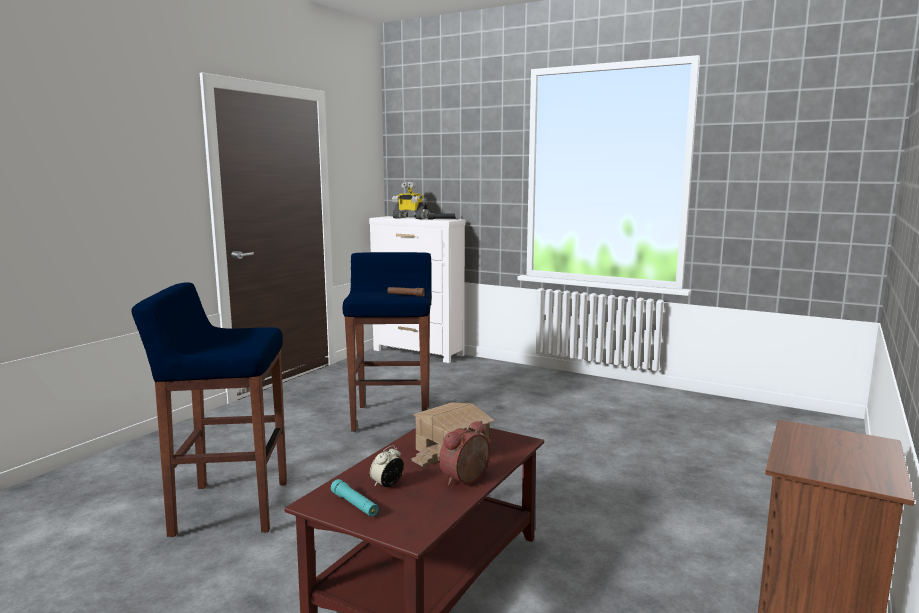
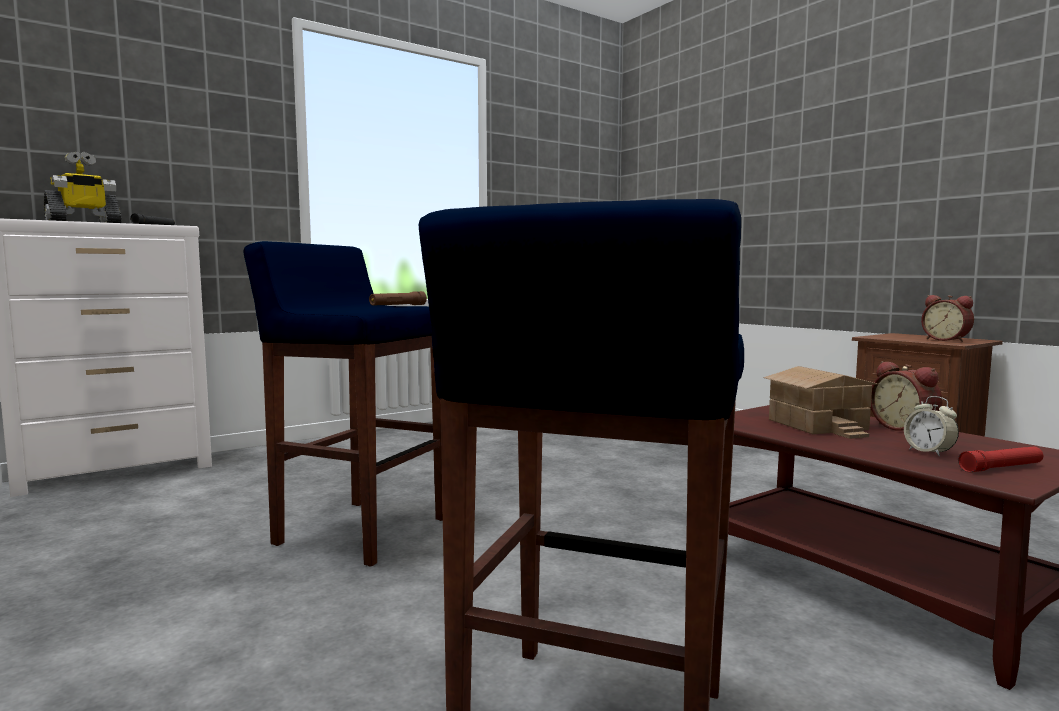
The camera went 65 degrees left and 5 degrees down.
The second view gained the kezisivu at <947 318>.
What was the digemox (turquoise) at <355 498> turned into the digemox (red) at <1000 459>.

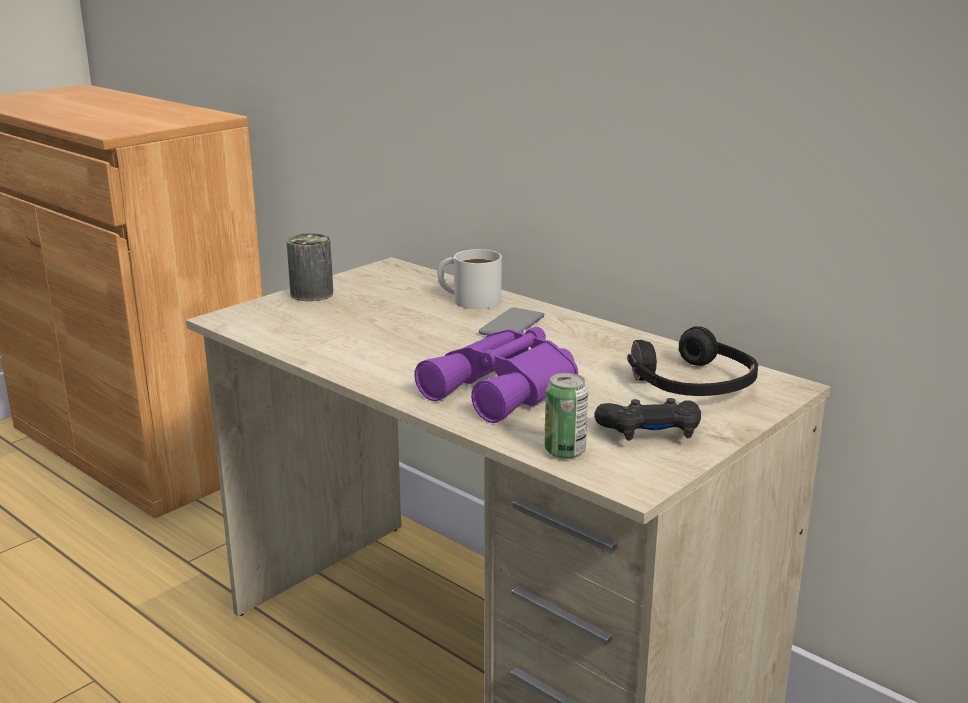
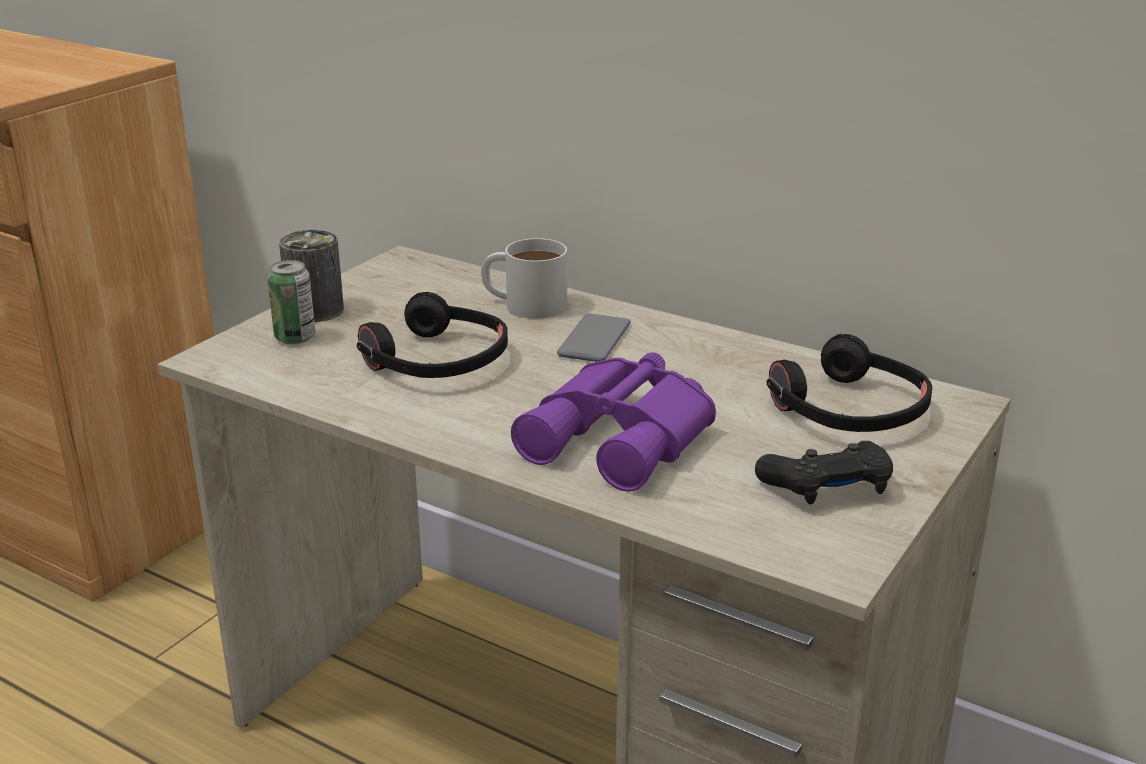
The camera went 10 degrees left and 5 degrees up.
The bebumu ended up elsewhere, having gone from <566 416> to <291 302>.
The second view gained the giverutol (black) at <432 335>.

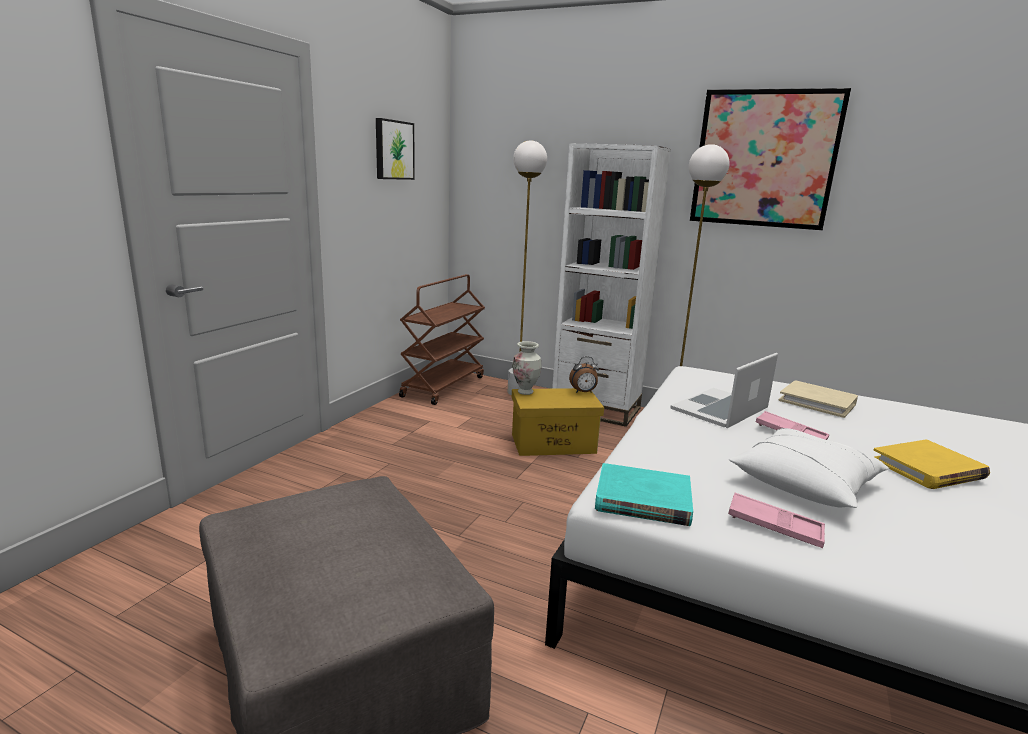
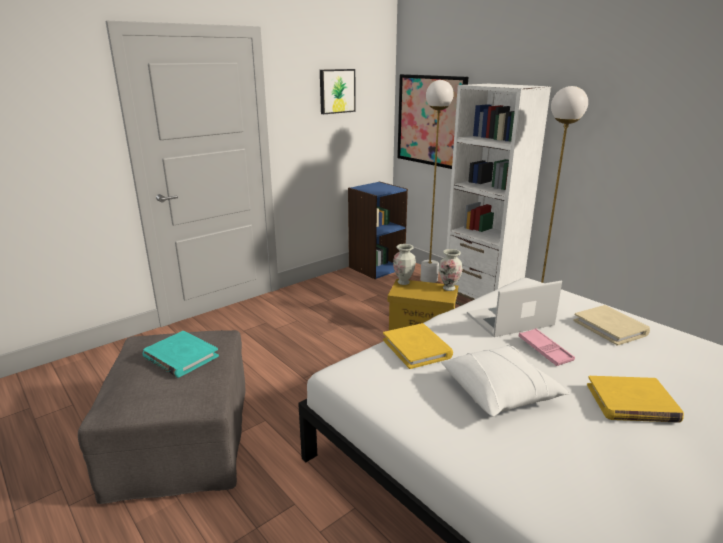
The camera went 25 degrees right and 5 degrees up.
The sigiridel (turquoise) ended up elsewhere, having gone from <644 494> to <181 354>.
Where the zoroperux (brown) stood at <442 339>, the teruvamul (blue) came to stand at <378 230>.
The second view gained the sigiridel (yellow) at <418 346>.
The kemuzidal ended up elsewhere, having gone from <770 159> to <432 121>.
Where the kezisivu stood at <584 374>, the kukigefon came to stand at <451 270>.
The second view lost the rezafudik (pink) at <776 520>.

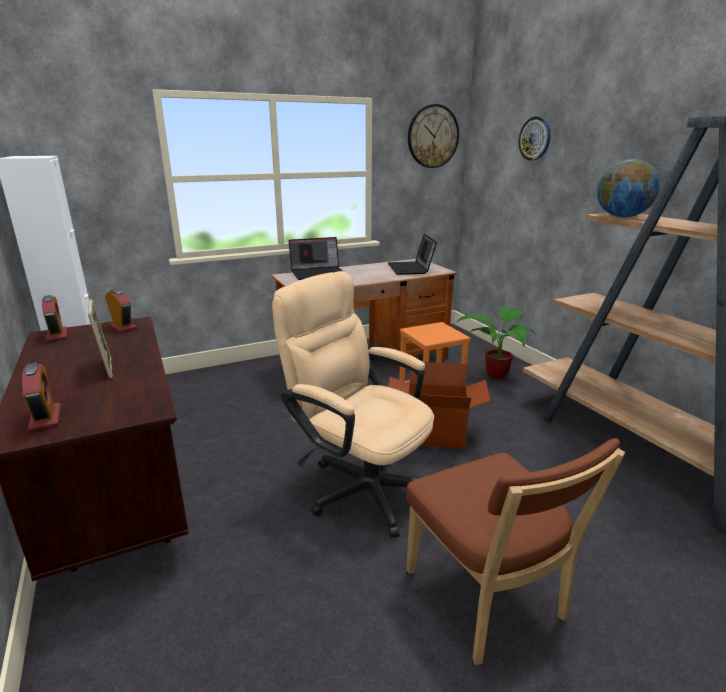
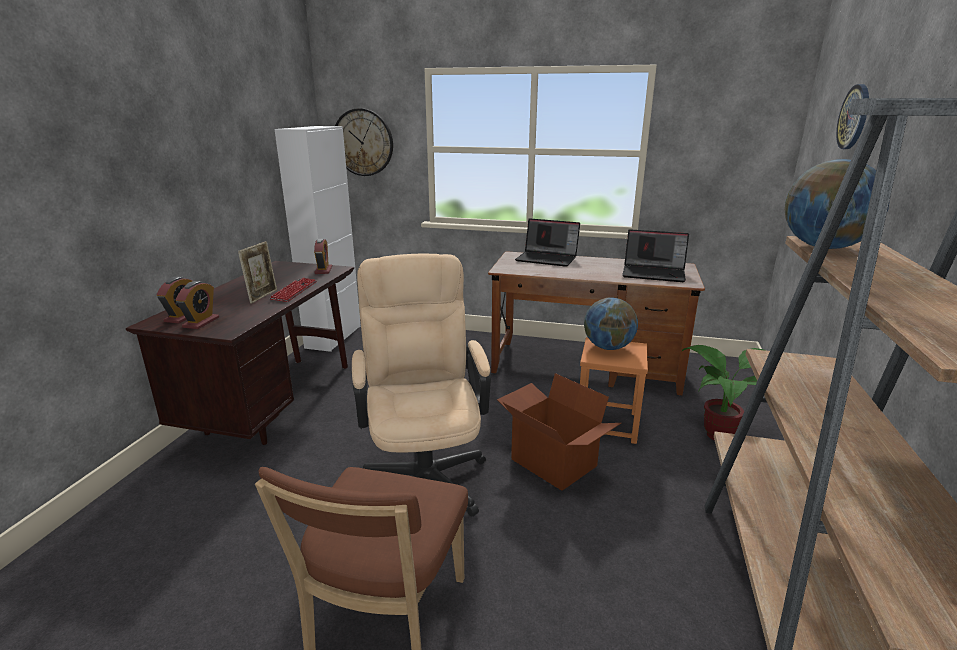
The camera went 40 degrees right and 0 degrees up.
The kezisivu ended up elsewhere, having gone from <55 318> to <197 305>.
The second view gained the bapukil at <293 290>.
The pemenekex ended up elsewhere, having gone from <433 136> to <364 142>.
The second view gained the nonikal at <611 323>.
The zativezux at <412 254> ended up facing another way, 105 degrees counterclockwise from before.

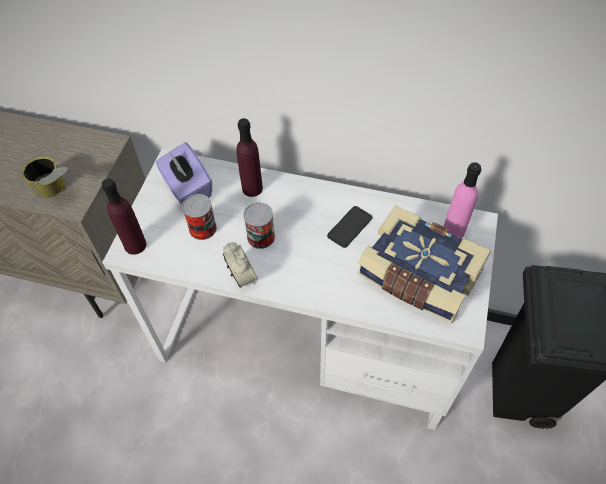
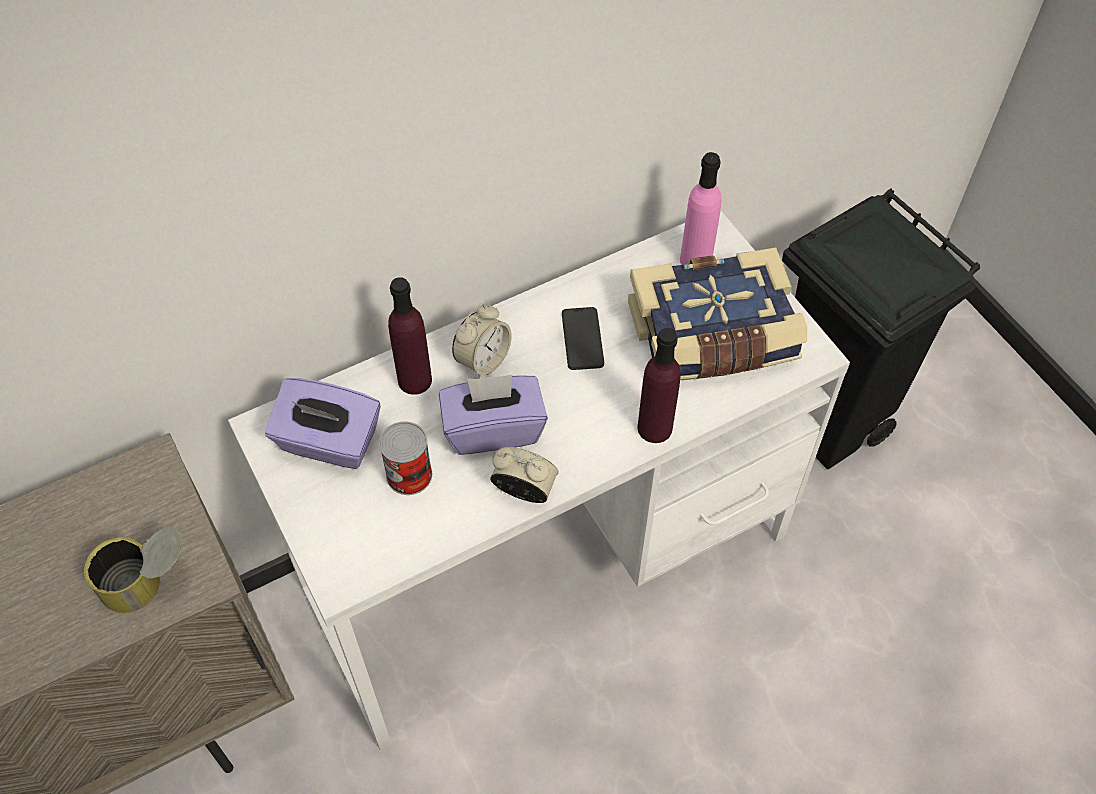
The camera went 45 degrees left and 0 degrees up.
Where the bebumu stood at <259 225>, the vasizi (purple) came to stand at <493 415>.
The second view gained the kezisivu at <482 341>.
The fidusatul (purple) ended up elsewhere, having gone from <124 216> to <659 385>.

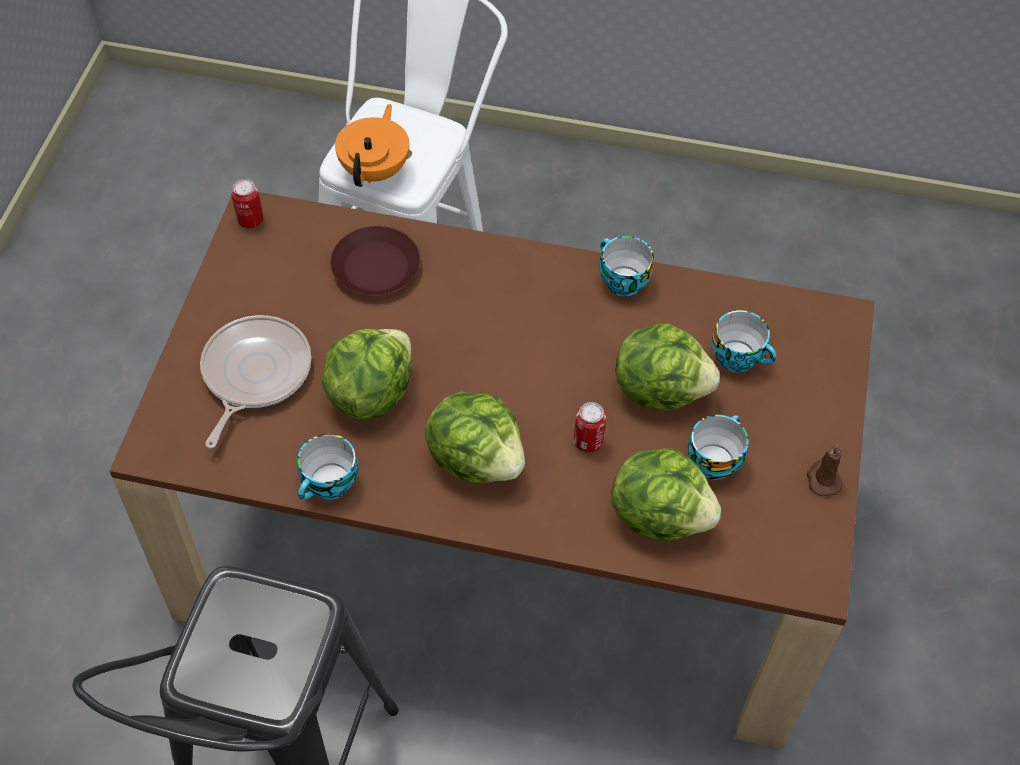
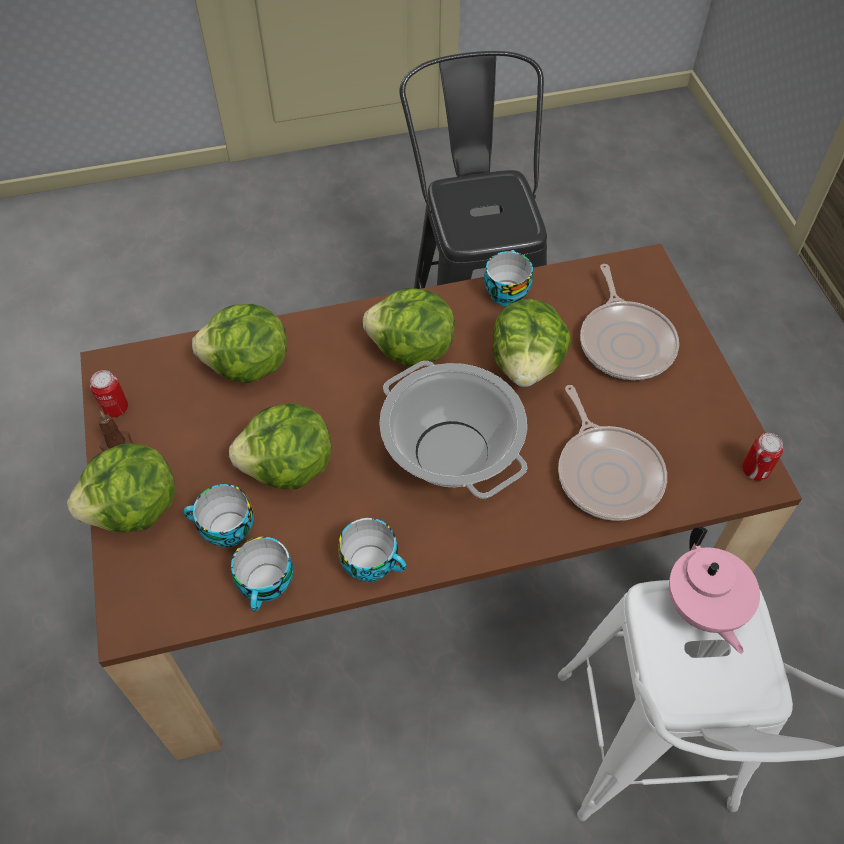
The camera went 155 degrees right and 0 degrees up.
The second view gained the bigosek at <121 488>.
The bebumu ended up elsewhere, having gone from <590 427> to <109 394>.
The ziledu ended up elsewhere, having gone from <718 447> to <262 574>.
The second view gained the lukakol at <453 430>.
Where the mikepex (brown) stood at <375 261>, the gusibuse came to stand at <612 453>.
What was the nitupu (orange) at <372 145> turned into the nitupu (pink) at <714 590>.

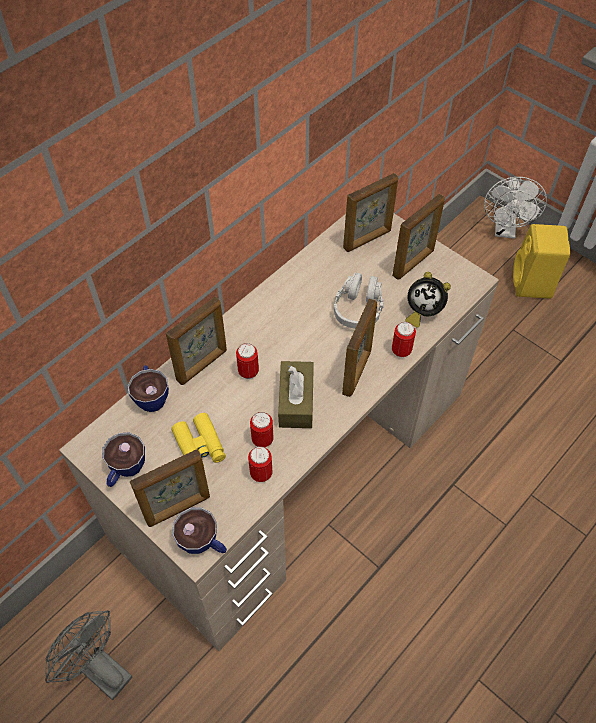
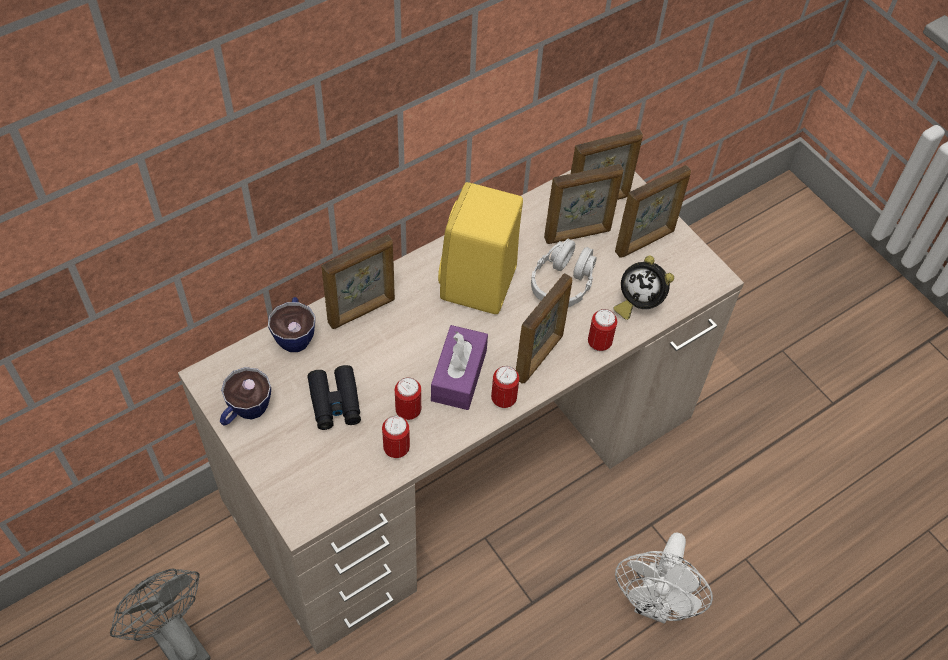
The camera went 10 degrees right and 0 degrees up.
What was the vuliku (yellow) at <198 439> turned into the vuliku (black) at <334 397>.
What was the vasizi (brown) at <296 394> turned into the vasizi (purple) at <459 367>.
The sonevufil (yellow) ended up elsewhere, having gone from <542 261> to <480 248>.
The bebumu ended up elsewhere, having gone from <247 361> to <505 387>.
The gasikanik ended up elsewhere, having gone from <170 488> to <583 204>.
The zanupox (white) ended up elsewhere, having gone from <515 208> to <664 578>.
The second view lost the ziledu at <199 530>.

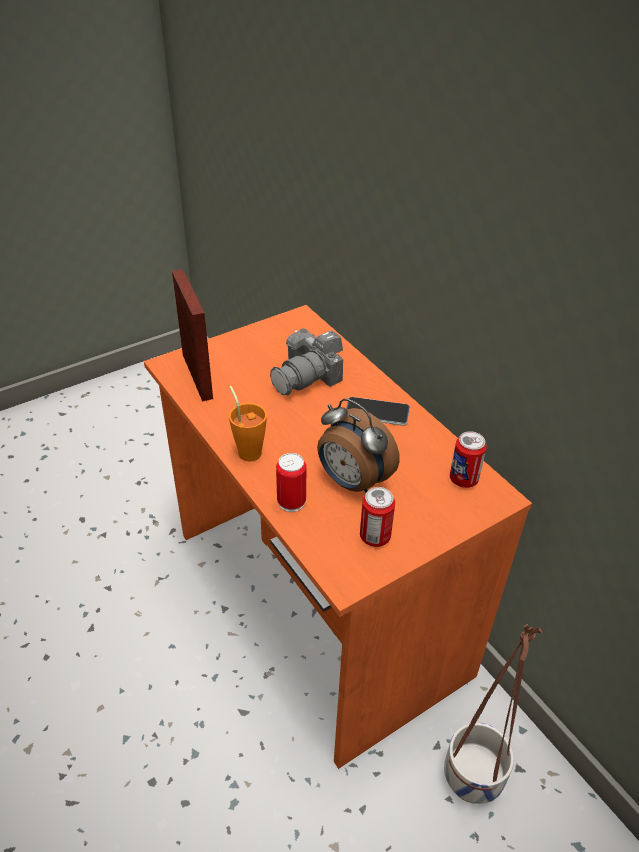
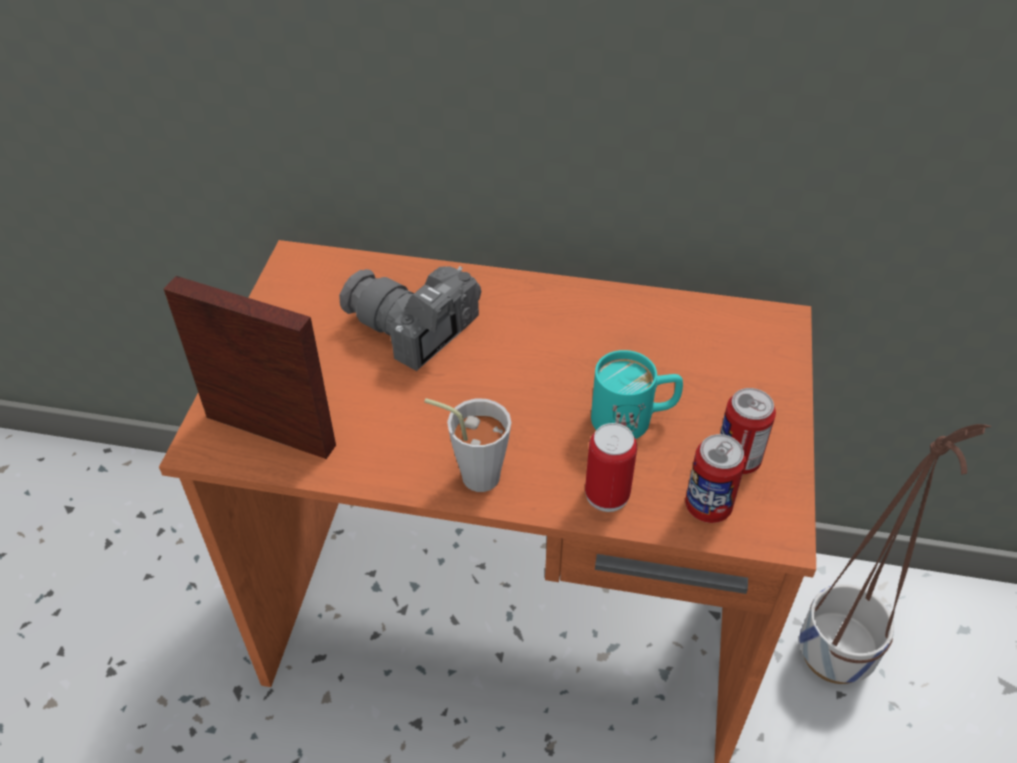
The camera went 45 degrees left and 5 degrees up.
The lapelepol at <306 362> ended up facing another way, 120 degrees clockwise from before.
What was the ziledu (orange) at <248 424> turned into the ziledu (grey) at <467 445>.
Where the kezisivu stood at <358 446>, the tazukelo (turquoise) came to stand at <637 394>.
The bebumu ended up elsewhere, having gone from <468 459> to <715 478>.
The second view lost the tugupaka at <378 411>.

